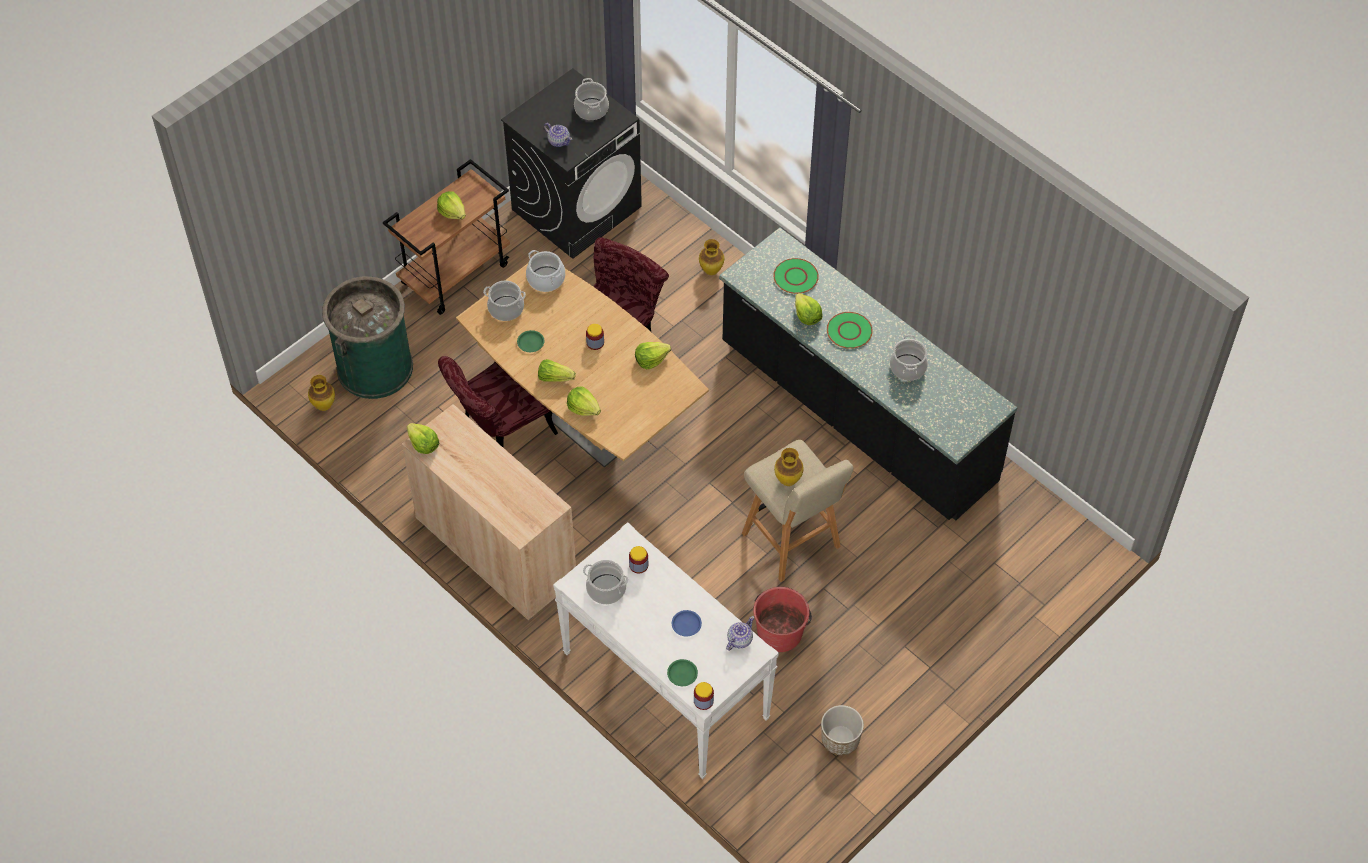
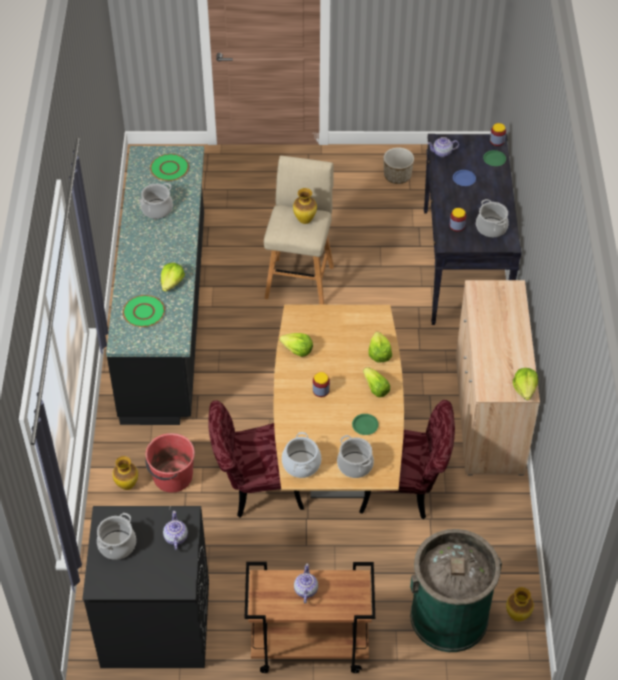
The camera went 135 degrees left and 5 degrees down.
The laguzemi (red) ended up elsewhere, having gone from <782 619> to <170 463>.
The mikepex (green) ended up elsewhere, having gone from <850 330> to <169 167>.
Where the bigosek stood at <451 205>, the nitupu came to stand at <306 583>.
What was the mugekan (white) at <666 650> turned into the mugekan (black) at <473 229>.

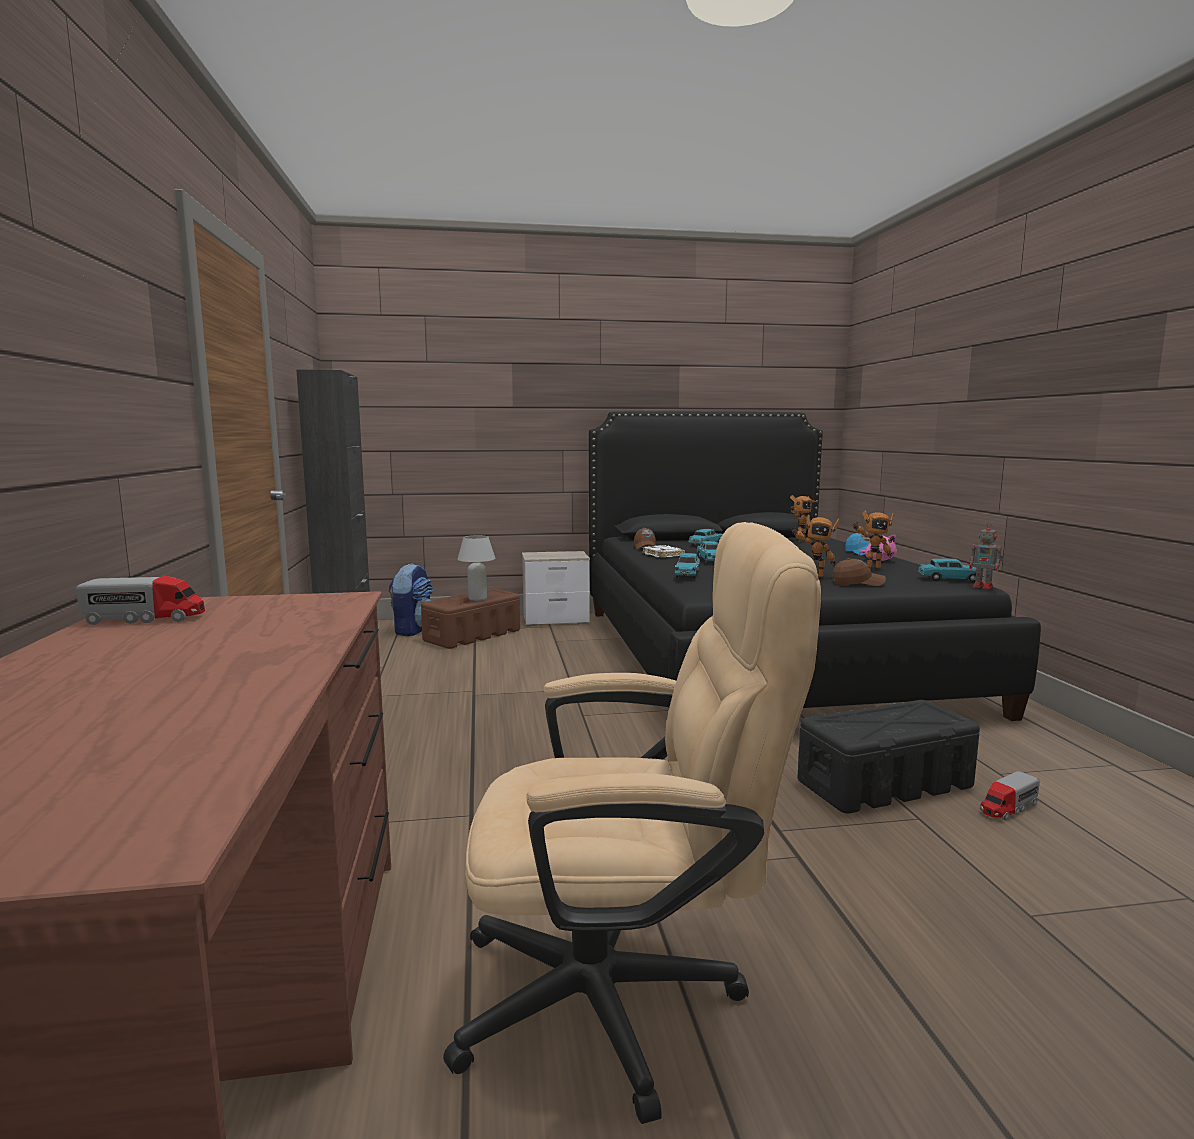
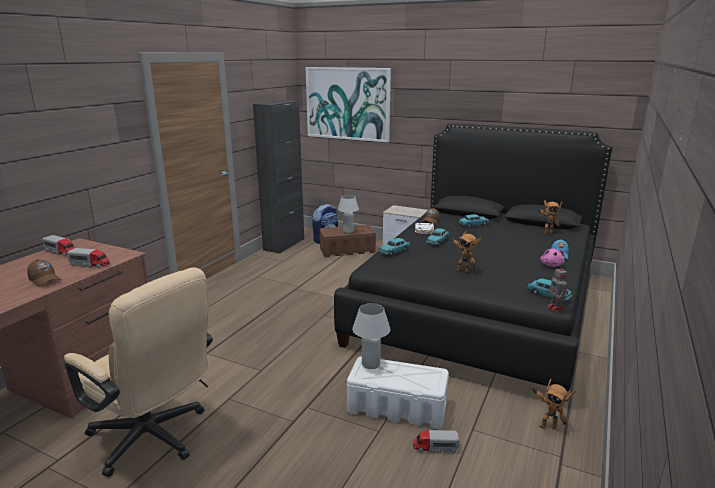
The camera went 35 degrees right and 10 degrees up.
The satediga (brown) ended up elsewhere, having gone from <859 572> to <44 273>.
The second view gained the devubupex at <88 258>.
The second view gained the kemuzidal at <348 104>.
What was the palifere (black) at <888 757> turned into the palifere (white) at <398 392>.
The second view gained the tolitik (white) at <371 336>.
The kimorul ended up elsewhere, having gone from <873 540> to <554 404>.

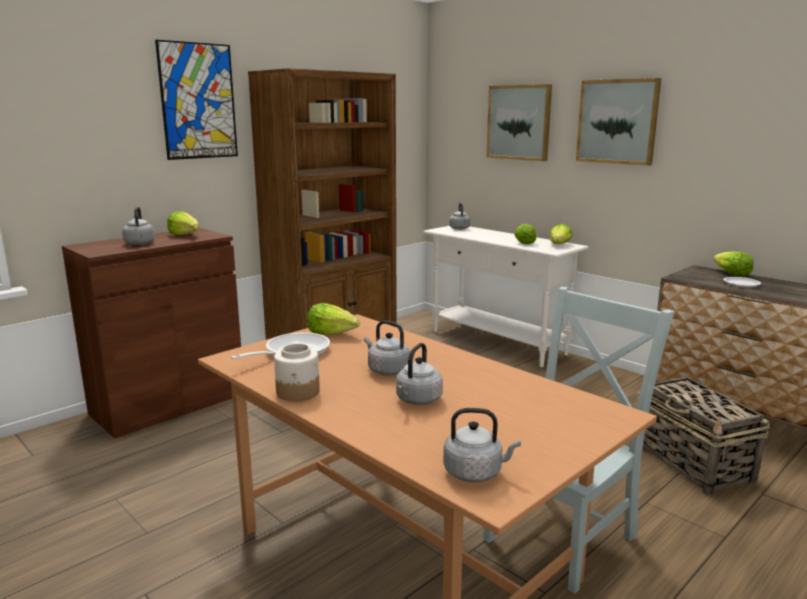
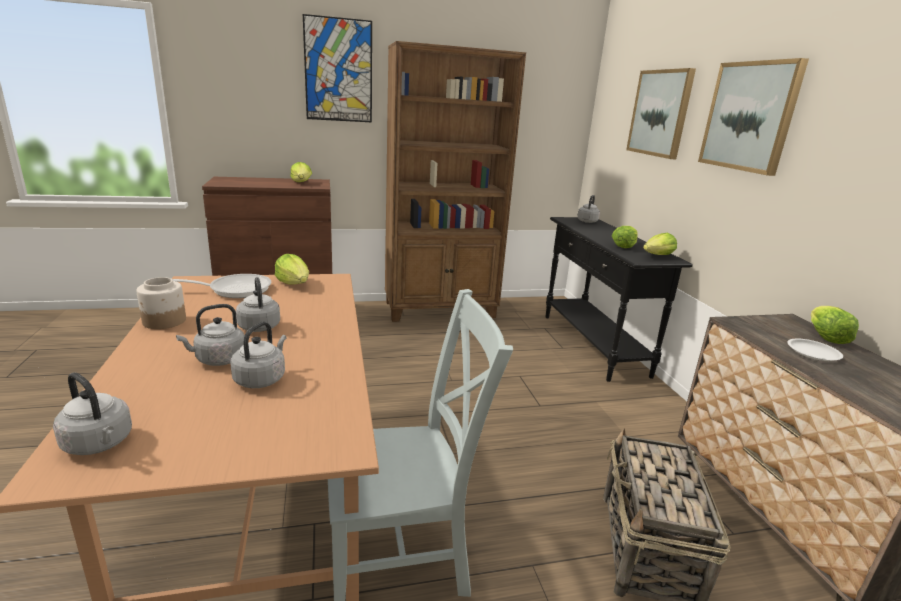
The camera went 30 degrees right and 5 degrees up.
The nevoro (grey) ended up elsewhere, having gone from <138 226> to <258 355>.
What was the mugekan (white) at <506 296> turned into the mugekan (black) at <619 299>.

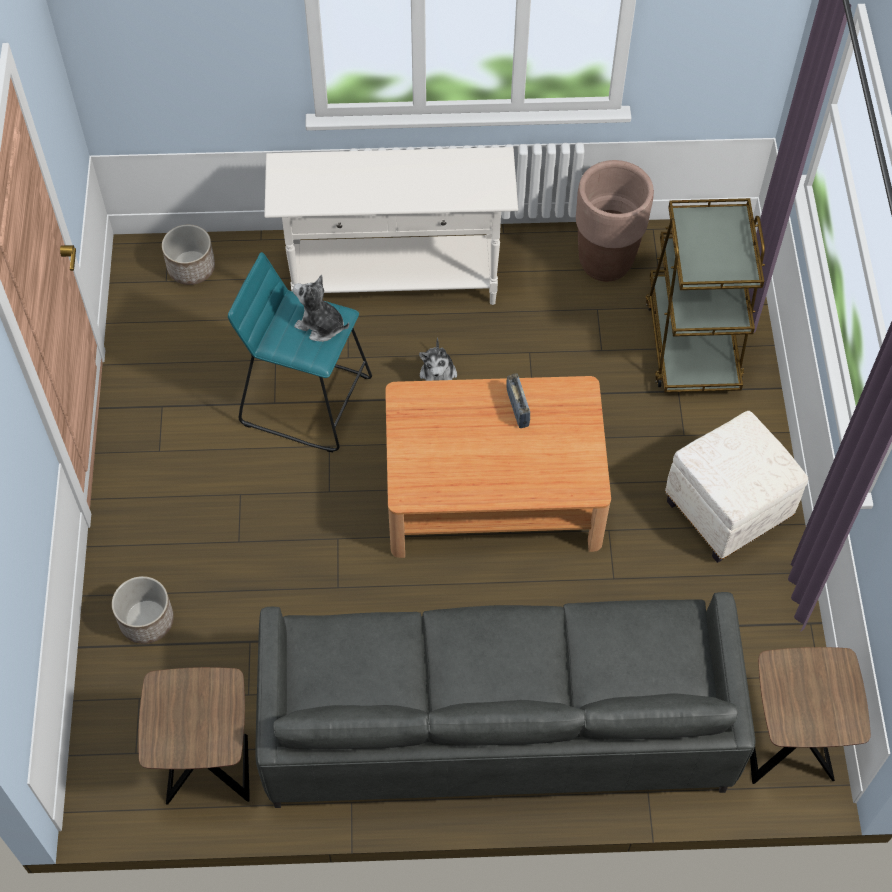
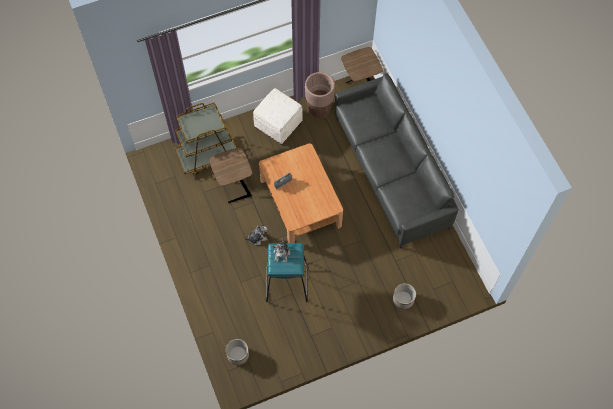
The camera went 110 degrees left and 5 degrees up.
The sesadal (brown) ended up elsewhere, having gone from <194 736> to <230 175>.
The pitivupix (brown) ended up elsewhere, having gone from <615 221> to <320 95>.
The second view lost the mugekan (white) at <391 226>.

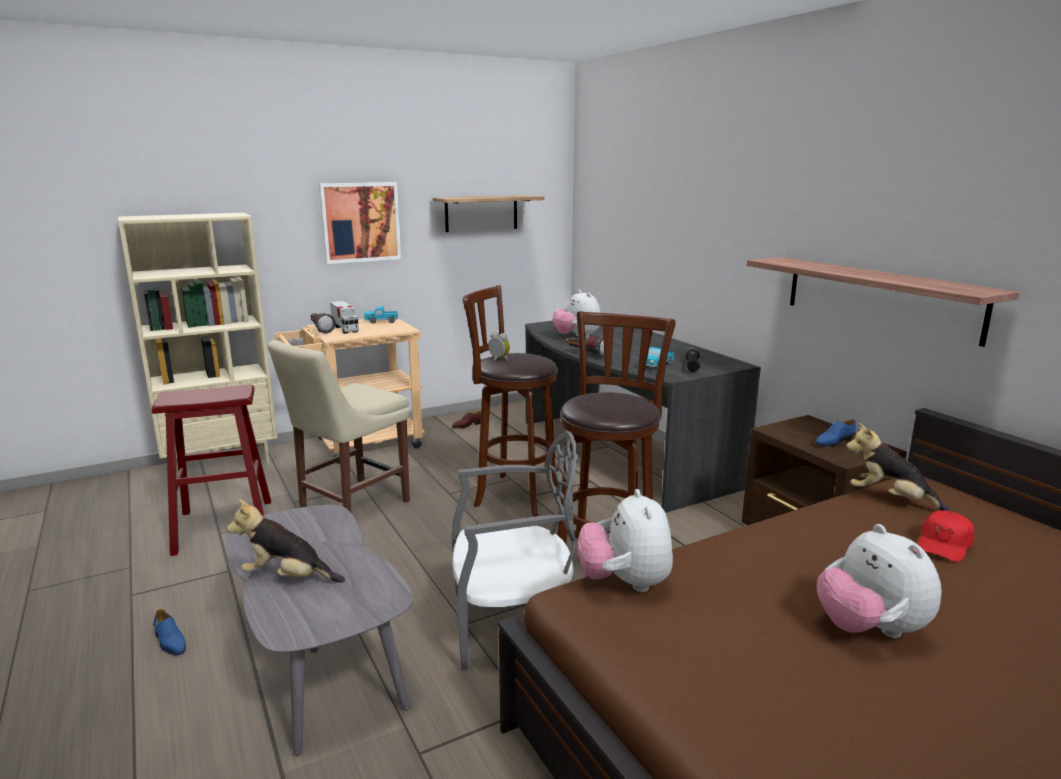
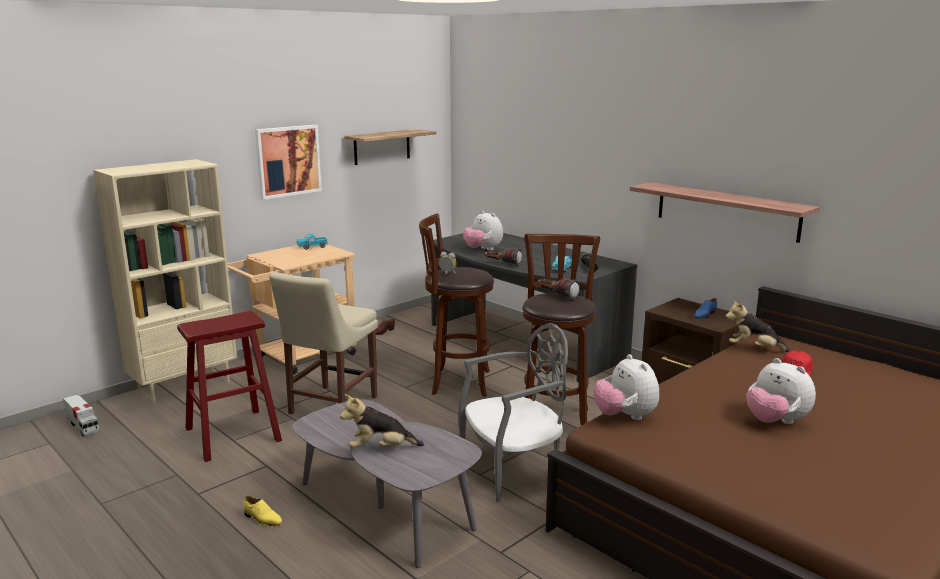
The camera went 15 degrees left and 0 degrees up.
The devubupex ended up elsewhere, having gone from <344 317> to <81 415>.
What was the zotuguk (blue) at <169 632> turned into the zotuguk (yellow) at <262 511>.
The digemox ended up elsewhere, having gone from <323 323> to <559 289>.

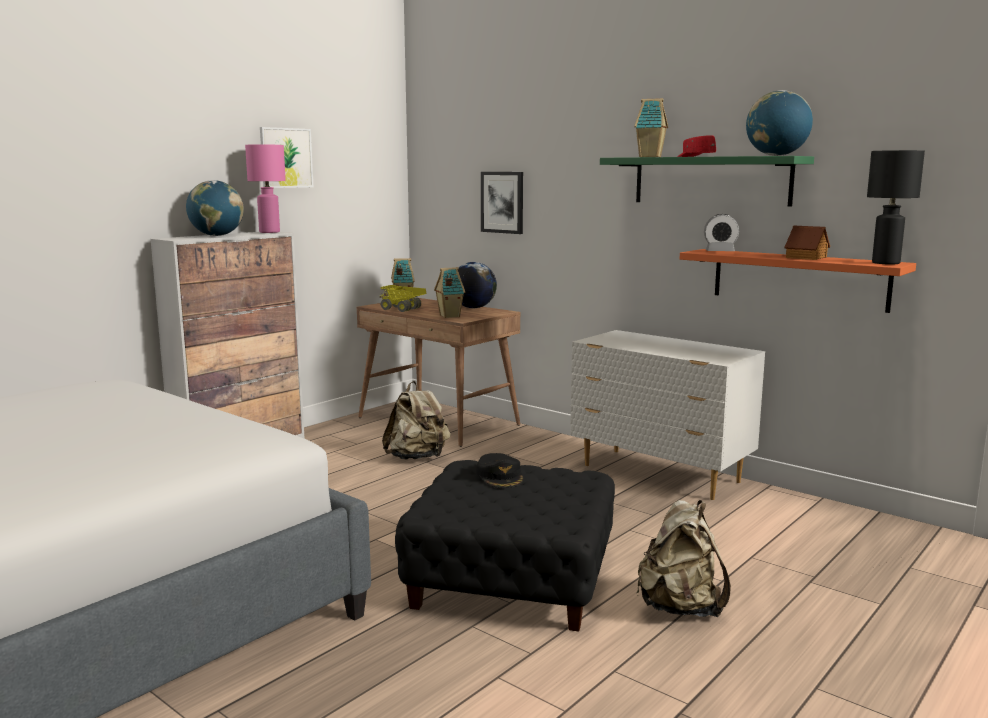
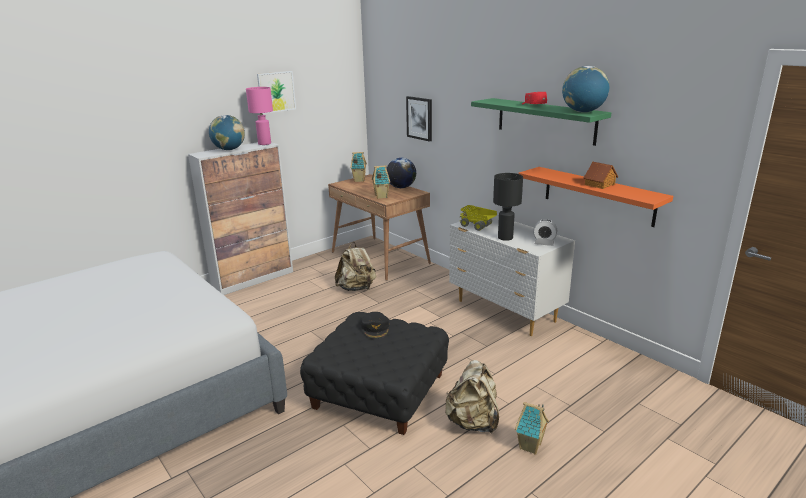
The camera went 10 degrees right and 10 degrees up.
The devubupex ended up elsewhere, having gone from <403 298> to <478 218>.
The tolitik (black) ended up elsewhere, having gone from <896 207> to <508 207>.
The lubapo ended up elsewhere, having gone from <651 127> to <532 428>.
The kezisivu ended up elsewhere, having gone from <721 232> to <545 232>.

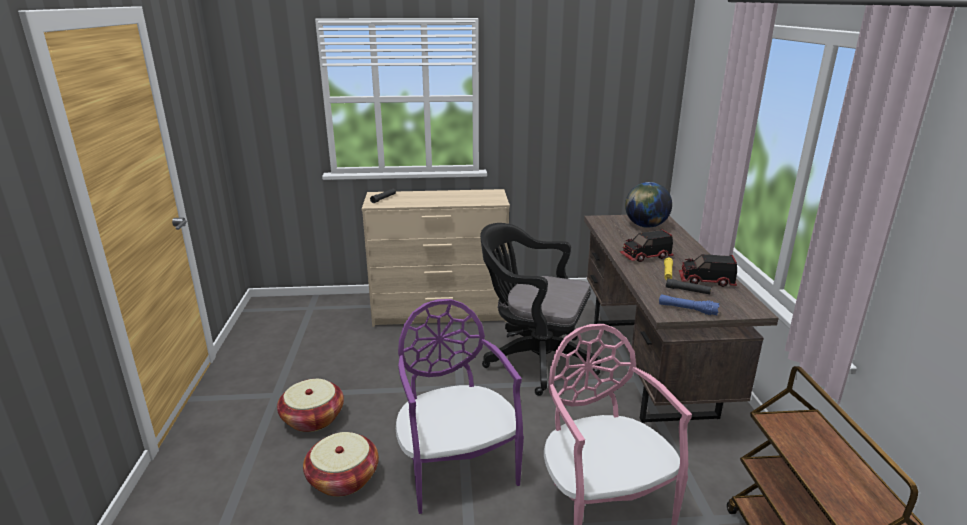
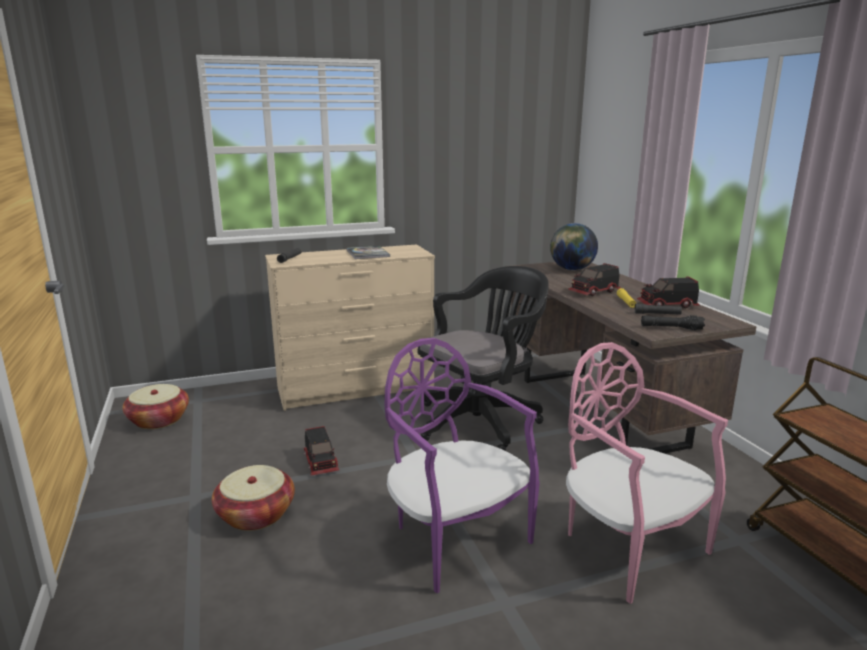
The camera went 15 degrees left and 5 degrees down.
The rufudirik ended up elsewhere, having gone from <341 464> to <155 406>.
The second view gained the devubupex at <321 451>.
The second view gained the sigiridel at <368 252>.
The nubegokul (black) at <540 309> ended up facing another way, 135 degrees clockwise from before.
What was the digemox (blue) at <689 305> turned into the digemox (black) at <673 322>.

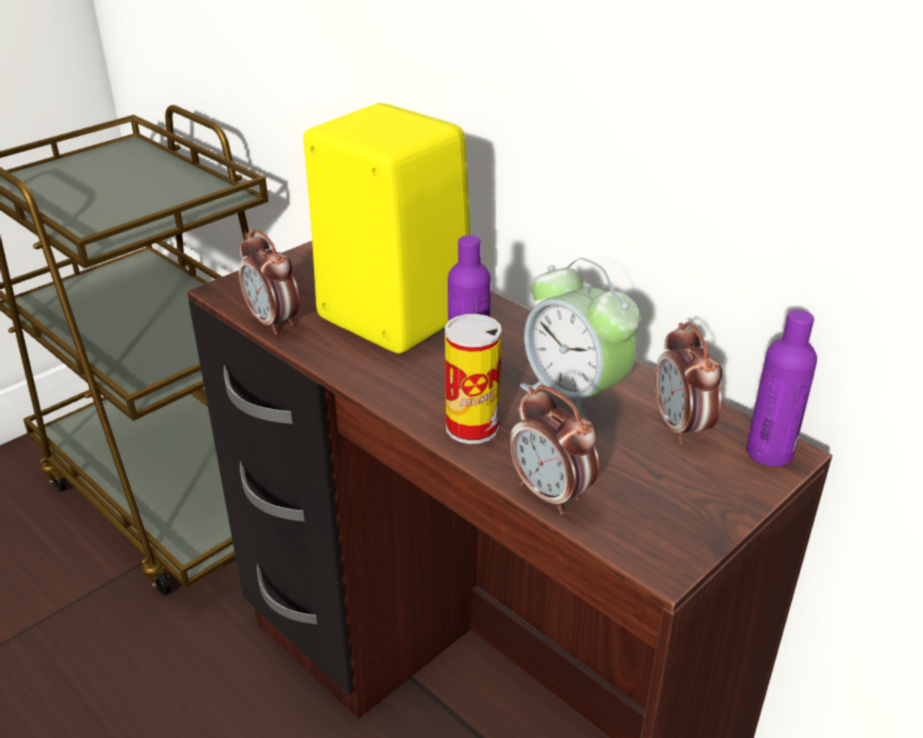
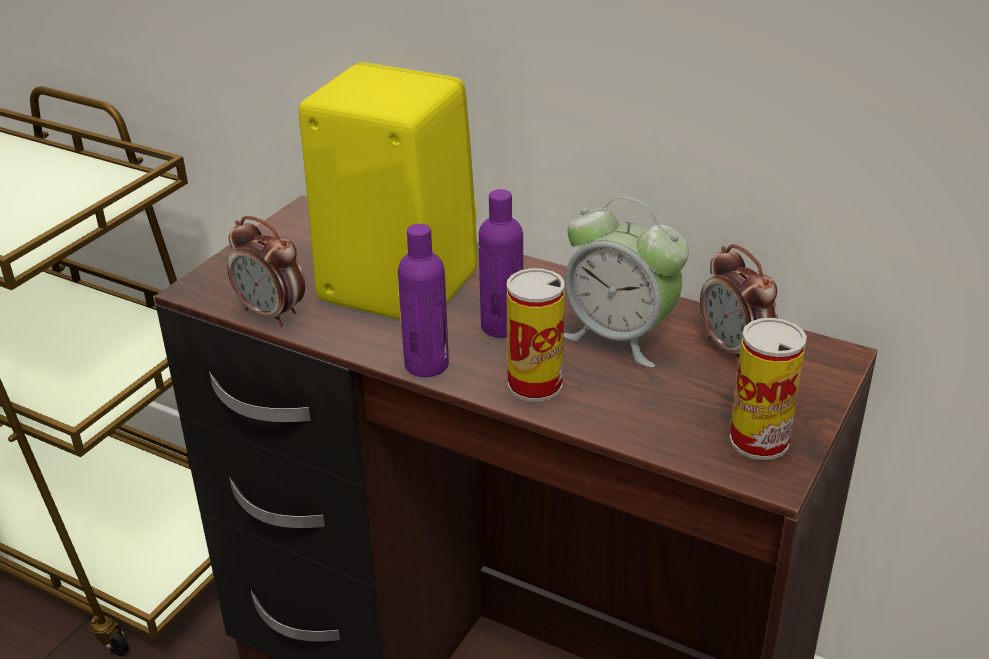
The camera went 15 degrees left and 0 degrees up.
The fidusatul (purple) ended up elsewhere, having gone from <781 388> to <423 300>.
The second view gained the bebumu at <768 389>.
The second view lost the kezisivu at <554 450>.

